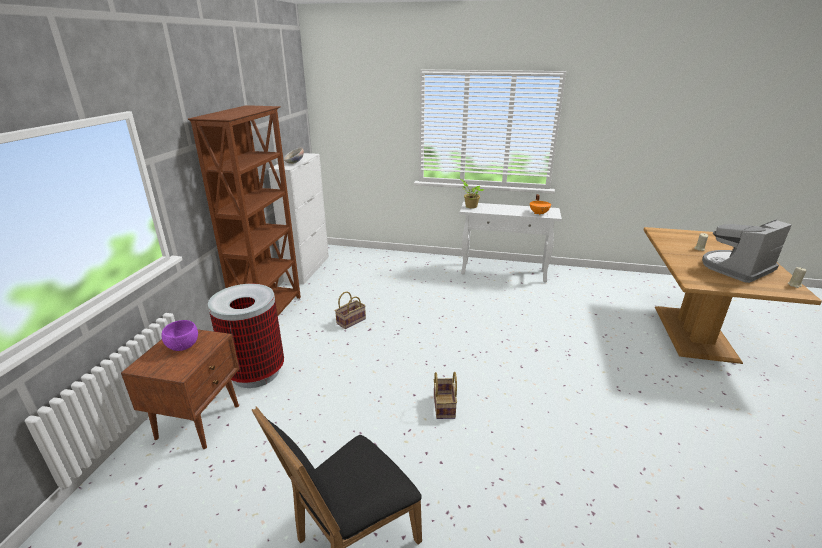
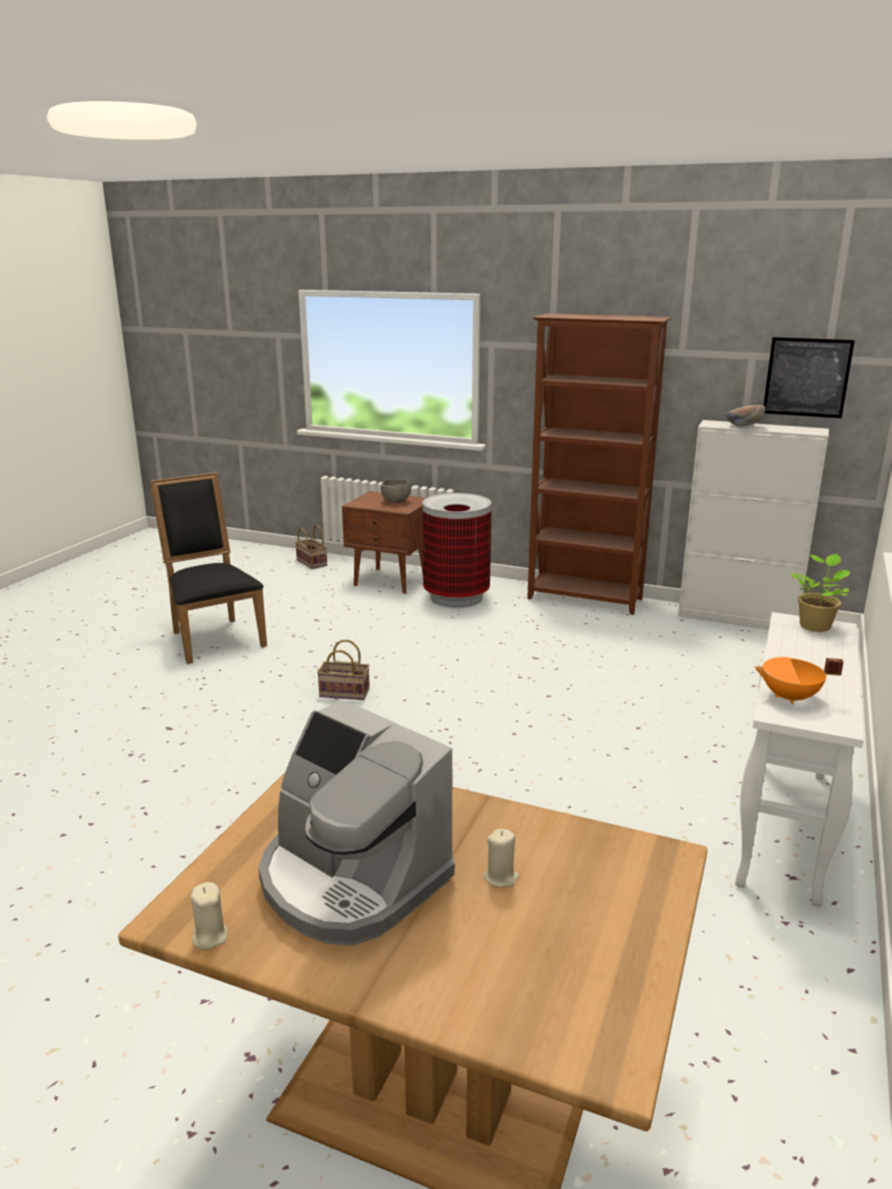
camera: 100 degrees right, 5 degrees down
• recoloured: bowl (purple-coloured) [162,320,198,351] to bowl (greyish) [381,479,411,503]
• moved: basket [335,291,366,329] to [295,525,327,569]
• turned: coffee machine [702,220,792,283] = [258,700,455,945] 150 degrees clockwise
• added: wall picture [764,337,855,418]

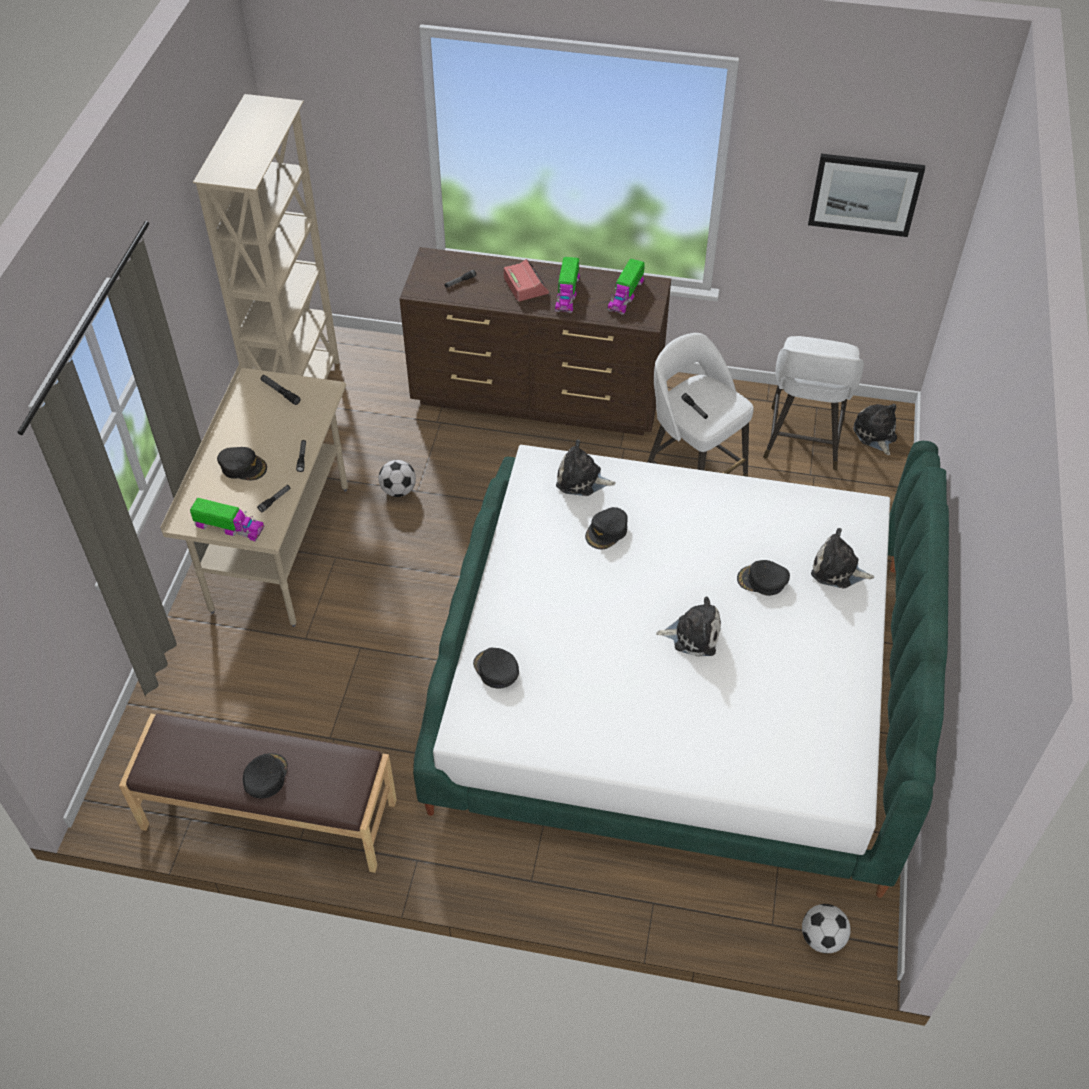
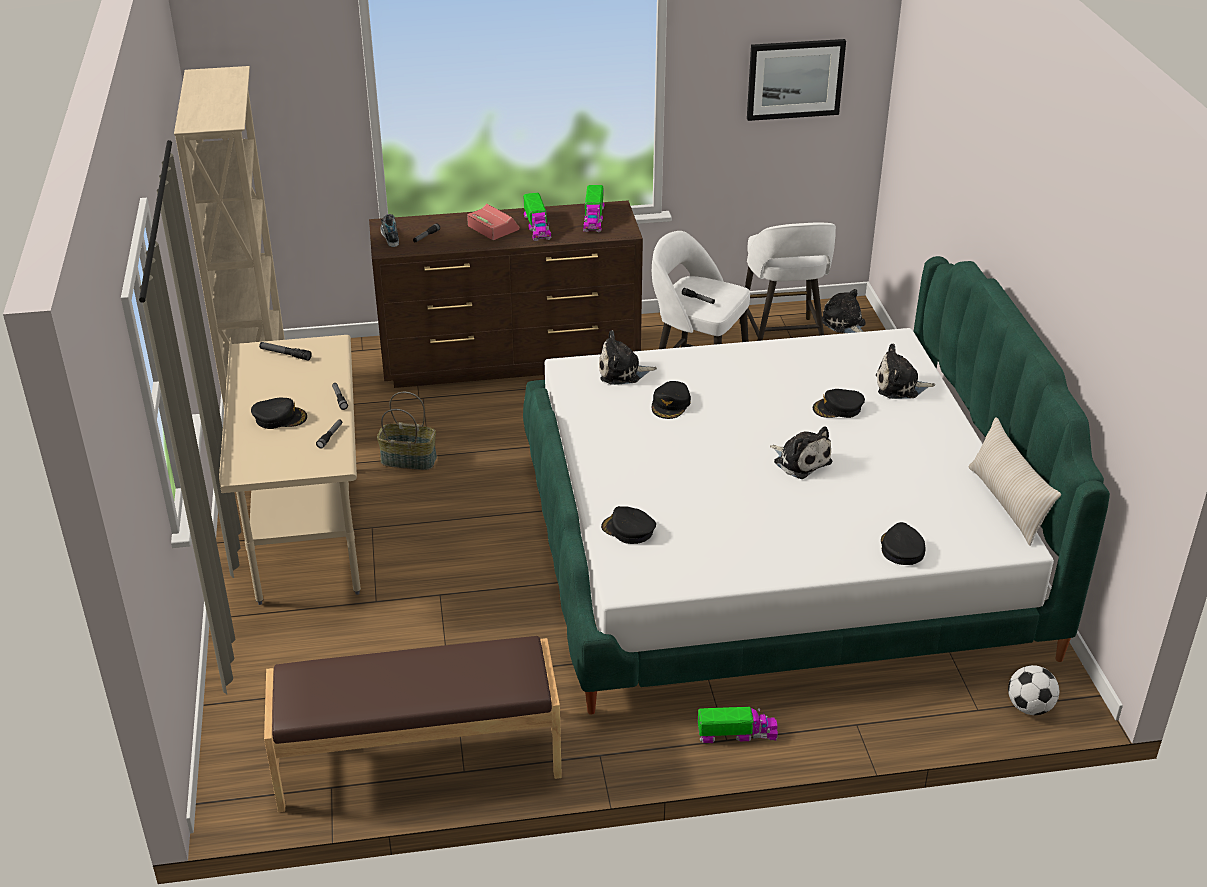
camera: 20 degrees left, 15 degrees down
• moved: toy lorry [190,498,265,542] to [698,707,778,743]
• moved: baseball cap (blackish) [243,753,288,798] to [881,522,926,565]
• replaced: football [379,460,416,497] to basket [377,392,437,470]
• turned: soft toy [656,597,721,657] = [770,426,832,479] 60 degrees clockwise
• added: item of footwear [381,214,399,247]
• added: cushion (beige) [969,417,1061,546]

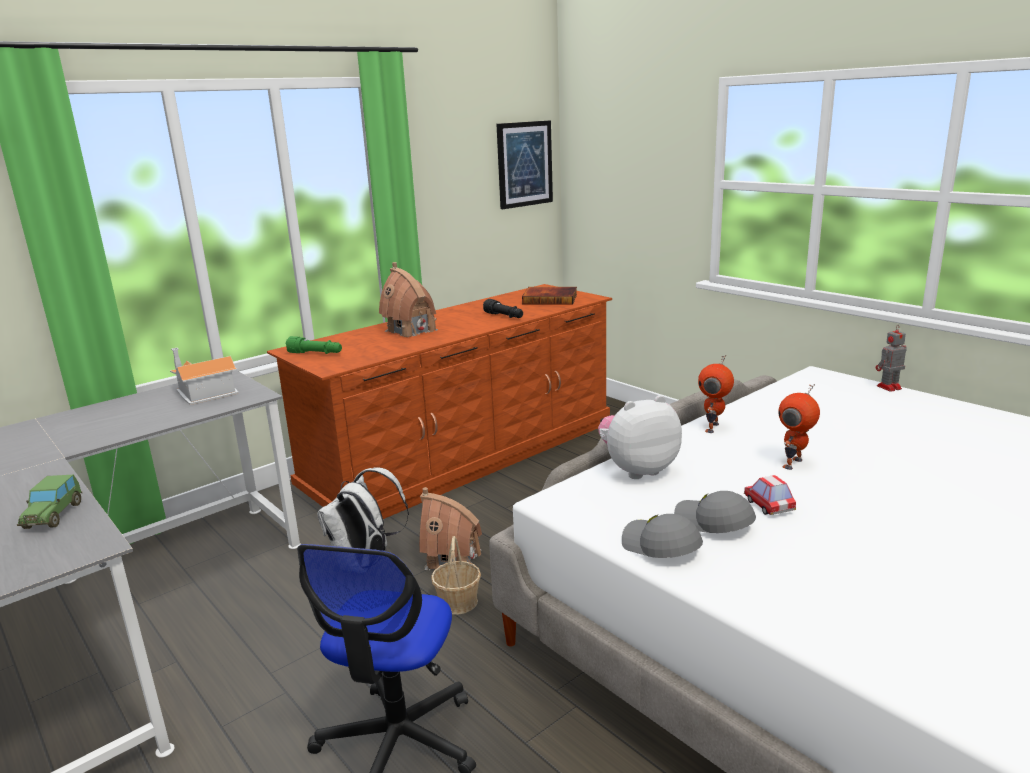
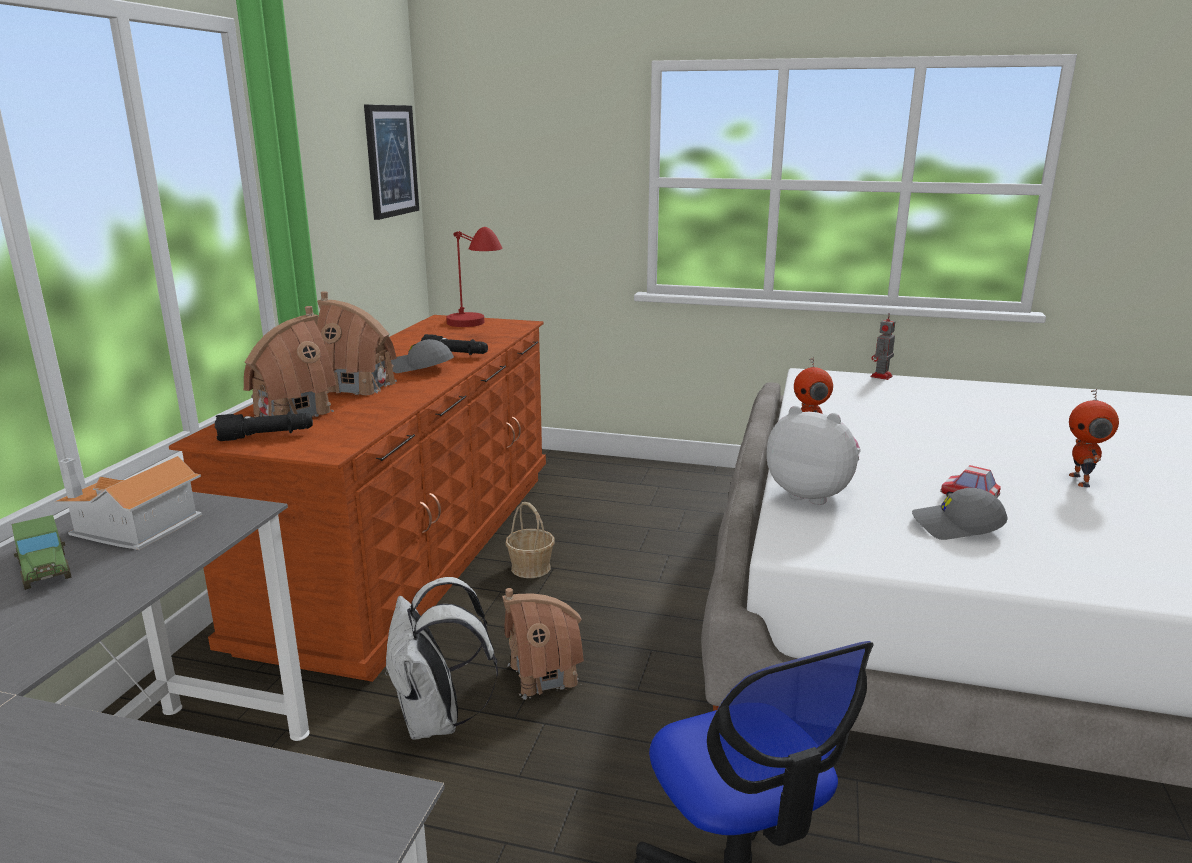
camera: 35 degrees left, 0 degrees up
• moved: model car [17,475,82,529] to [12,515,72,590]
• recoloured: flashlight (greenish) [286,336,342,354] to flashlight (blackish) [215,412,313,441]
• moved: basket [431,536,481,615] to [506,502,555,578]
• replaced: bound book [522,287,577,305] to tabletop lamp (red-coloured) [446,227,503,327]
• turned: soft toy [598,395,682,479] = [766,406,861,505] 90 degrees clockwise
• moved: baseball cap (greyish) [622,514,703,558] to [391,339,454,373]
• moved: model robot [778,384,820,470] to [1069,388,1119,487]
• added: model house [244,306,336,417]

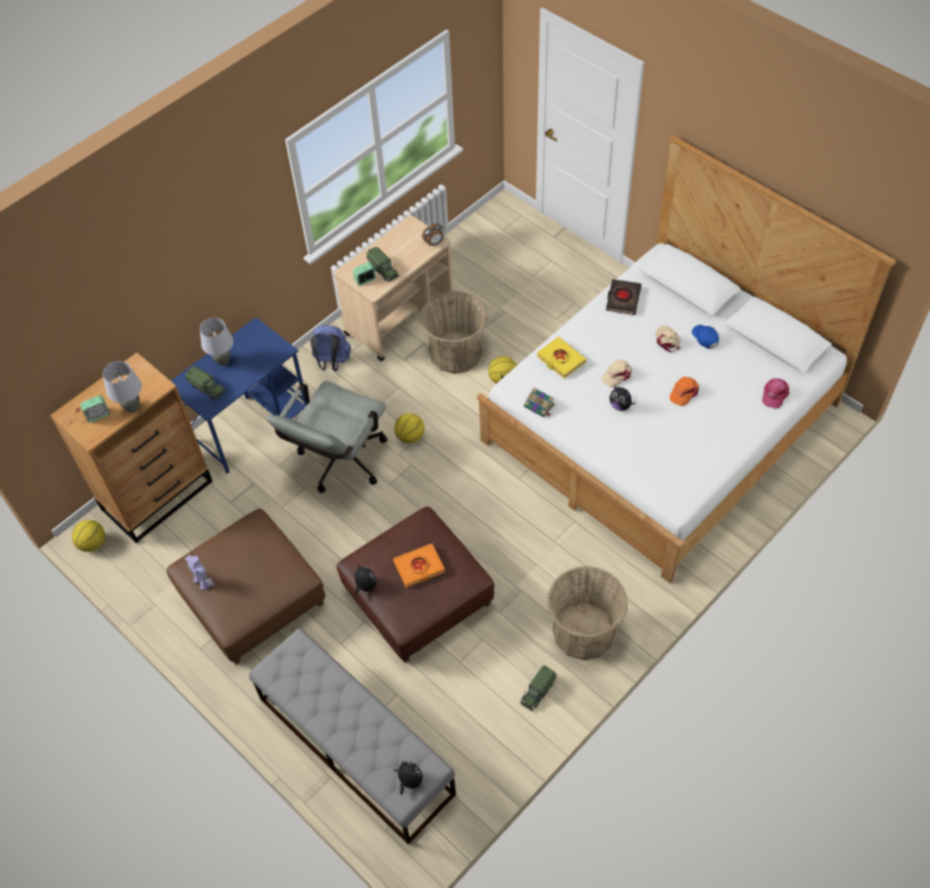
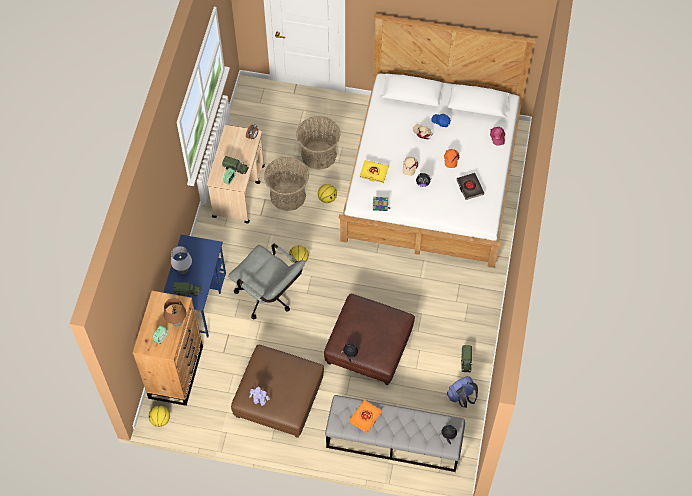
camera: 35 degrees left, 5 degrees up
• recoloured: tabletop lamp (greyish) [103,361,142,413] to tabletop lamp (brown) [164,298,186,327]
• turned: computer chair (greyish) [266,381,387,493] = [228,244,305,319] 45 degrees counterclockwise
• moved: rucksack (bluish) [310,325,351,371] to [447,376,478,408]
• moved: bound book (orange-coloured) [393,543,445,588] to [349,400,382,433]
• moved: basket [547,566,627,660] to [296,116,340,170]
• moved: bound book (blackish) [606,279,642,315] to [457,173,484,200]

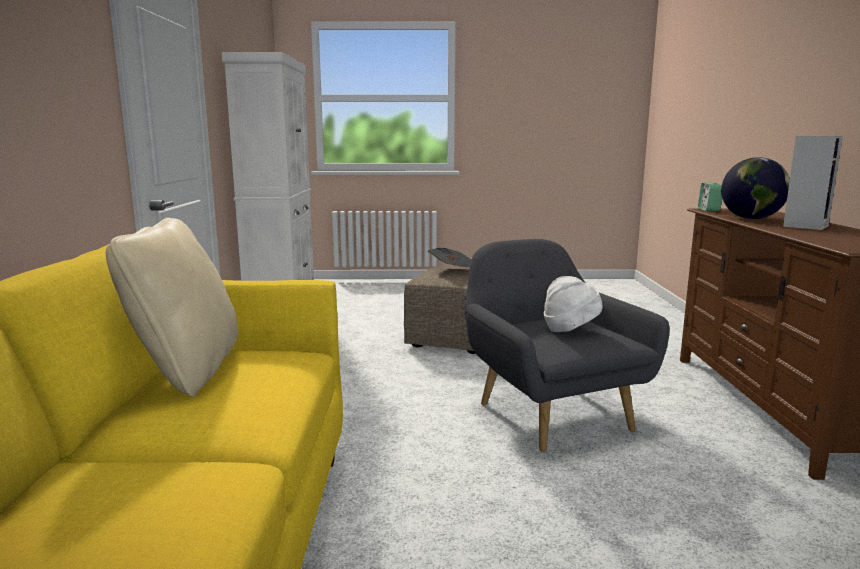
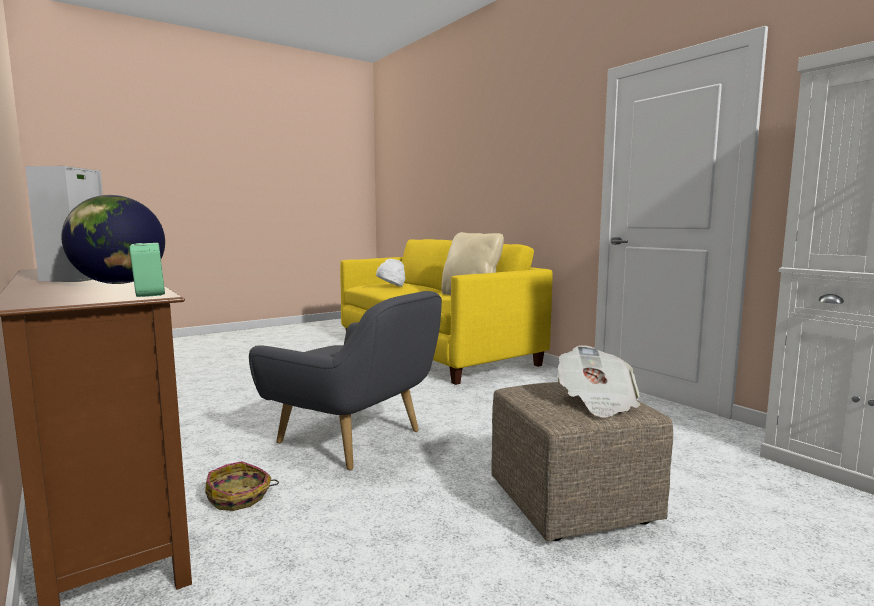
camera: 145 degrees right, 5 degrees down
• moved: wearable hat (whitish) [544,276,603,332] to [376,259,405,287]
• added: basket [205,461,279,511]

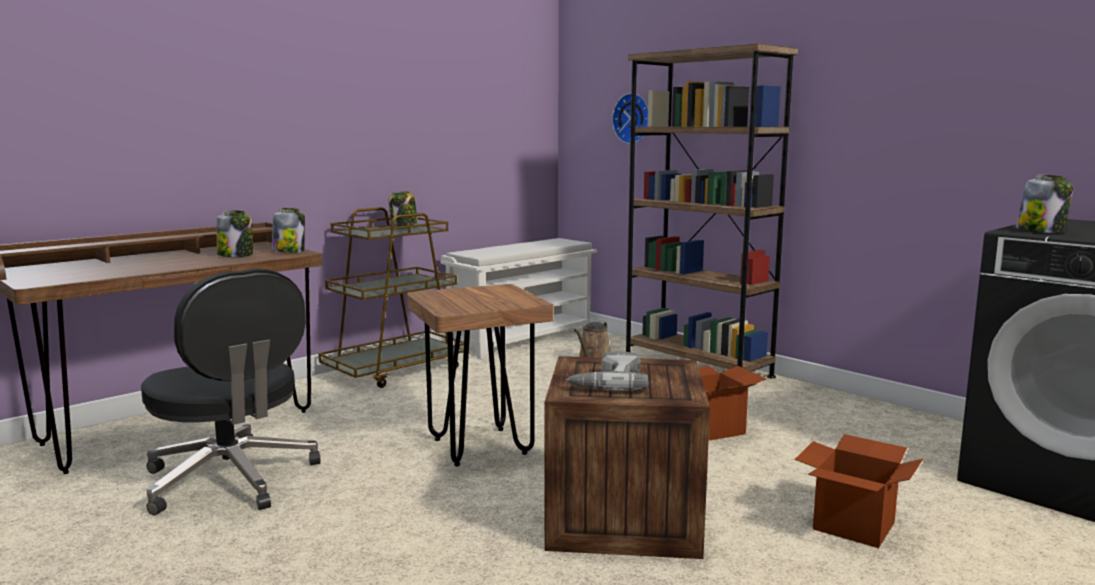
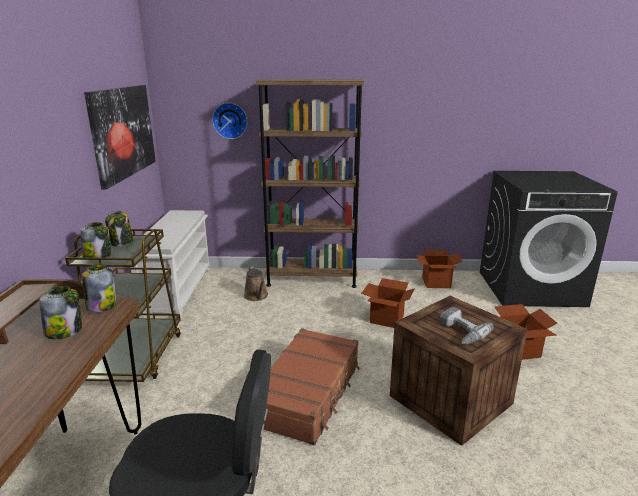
camera: 45 degrees left, 10 degrees up
• replaced: stool seat (brown) [407,284,553,466] to travel case (brown) [264,328,360,445]
• moved: preserve jar [1016,175,1073,233] to [80,222,111,258]
• added: wall picture [84,85,156,189]
• added: cardboard box [416,249,462,288]

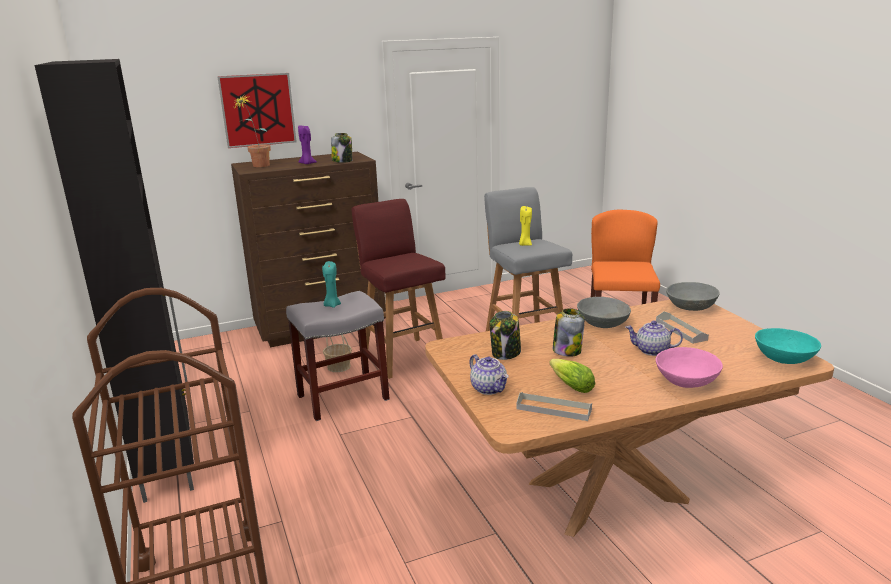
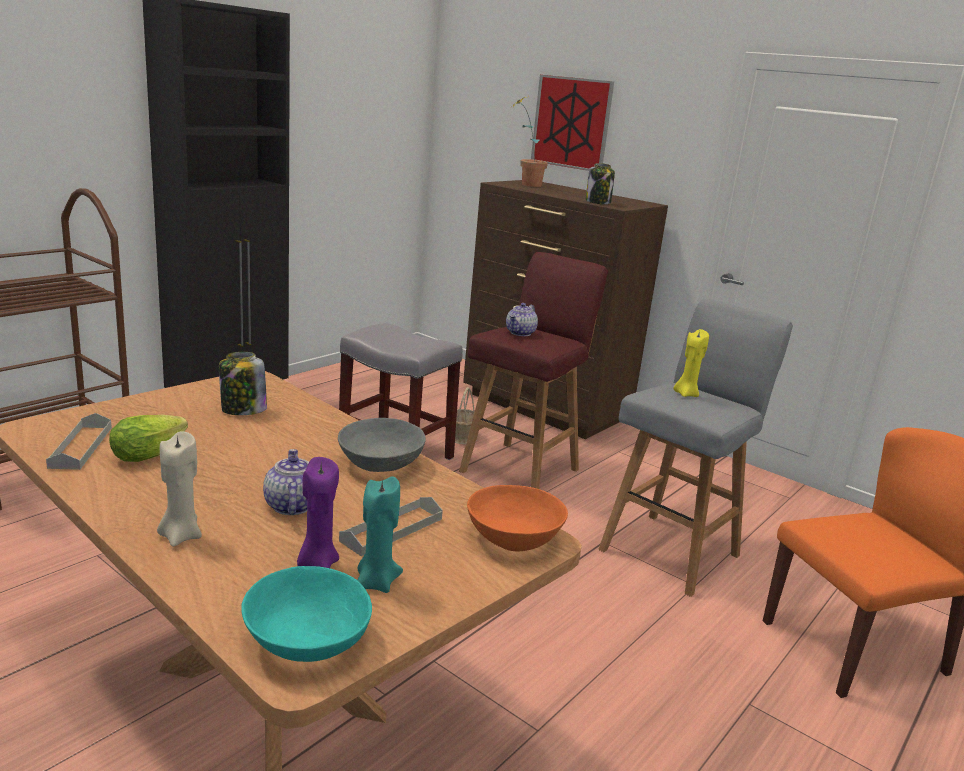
camera: 60 degrees right, 0 degrees up
• moved: wax candle (purple-coloured) [298,125,317,164] to [297,457,339,568]
• moved: wax candle (turquoise-coloured) [322,261,341,308] to [357,476,403,593]
• moved: tea pot [469,354,509,395] to [506,303,538,336]
• removed: preserve jar [553,308,585,357]
• replaced: bowl (pink-coloured) [656,347,723,388] to wax candle (beige) [157,431,202,547]
• recoloured: bowl (greyish) [666,282,720,311] to bowl (orange-coloured) [467,485,568,551]

